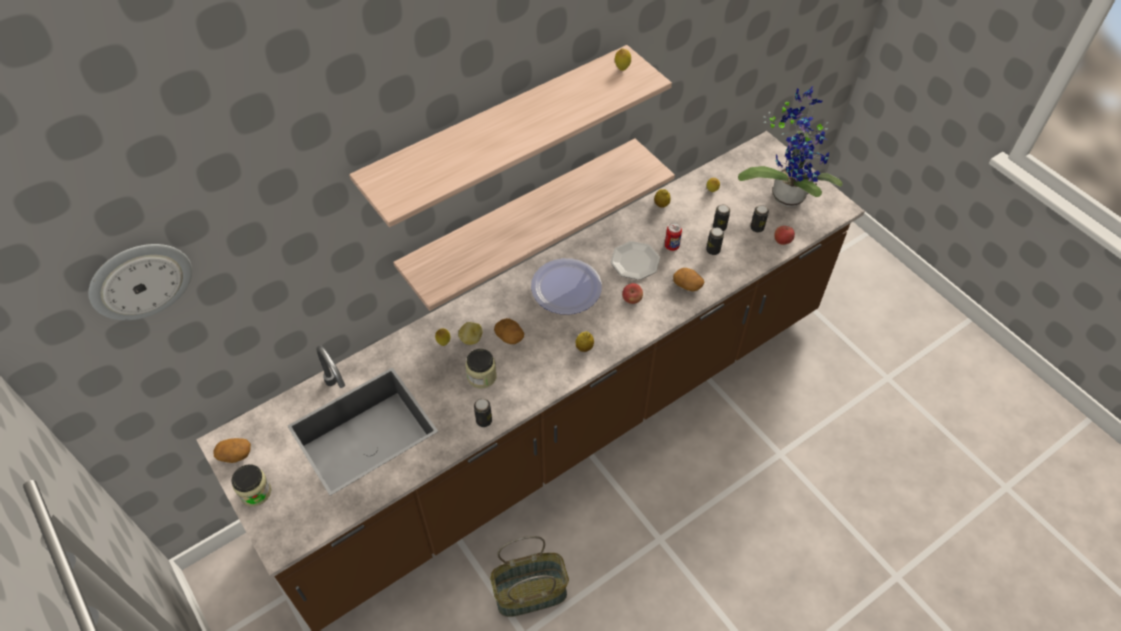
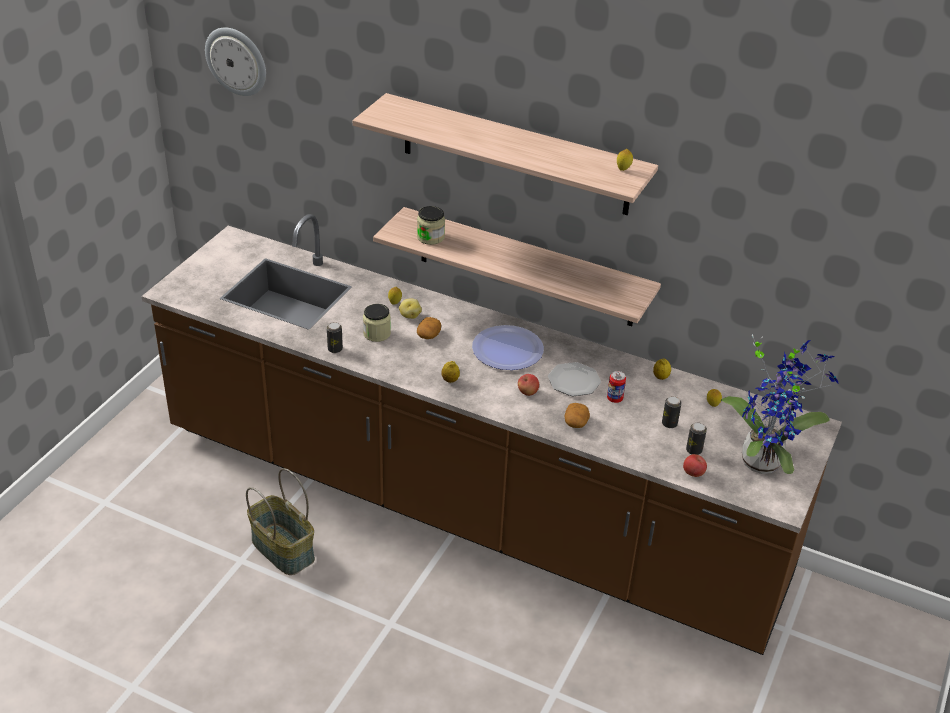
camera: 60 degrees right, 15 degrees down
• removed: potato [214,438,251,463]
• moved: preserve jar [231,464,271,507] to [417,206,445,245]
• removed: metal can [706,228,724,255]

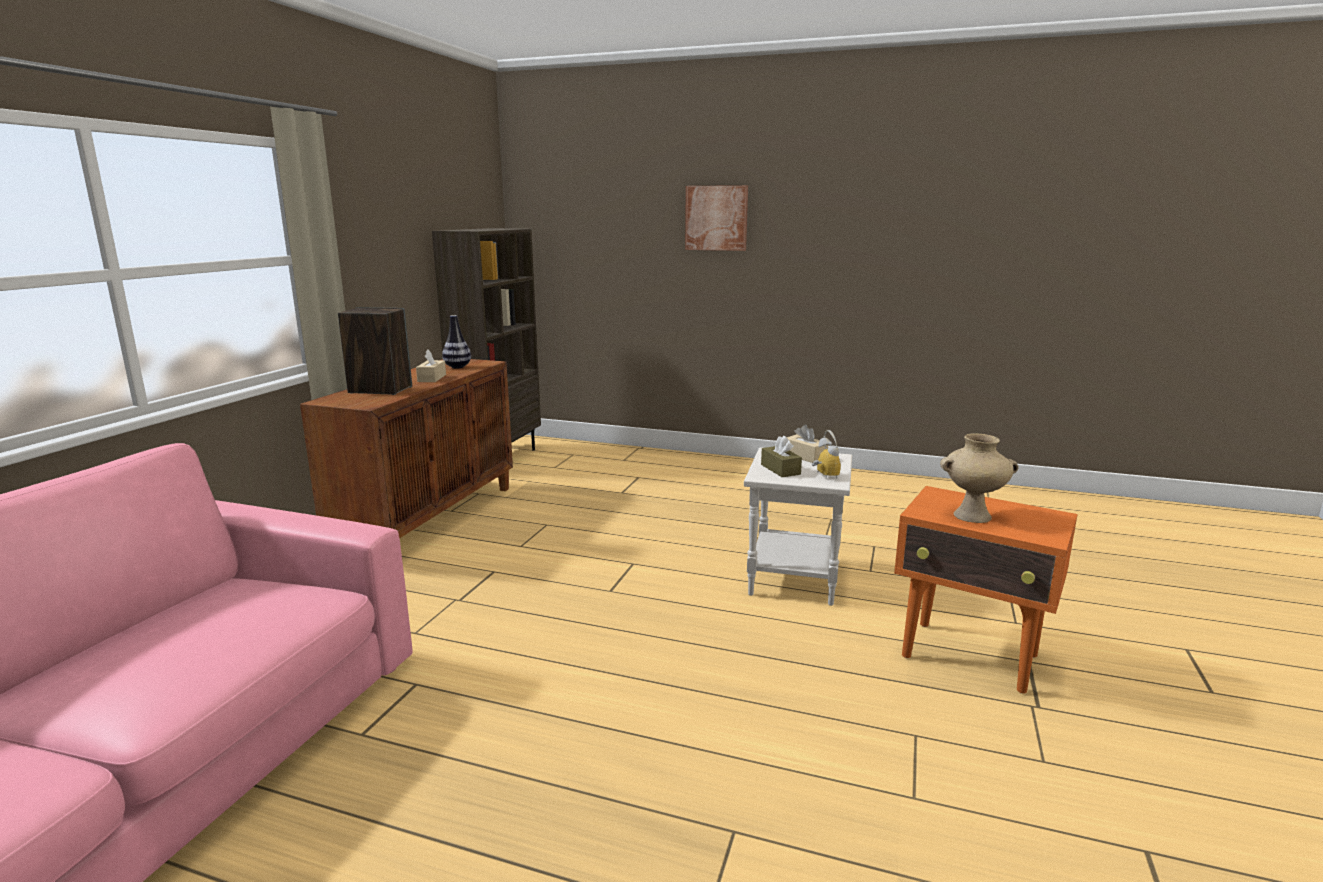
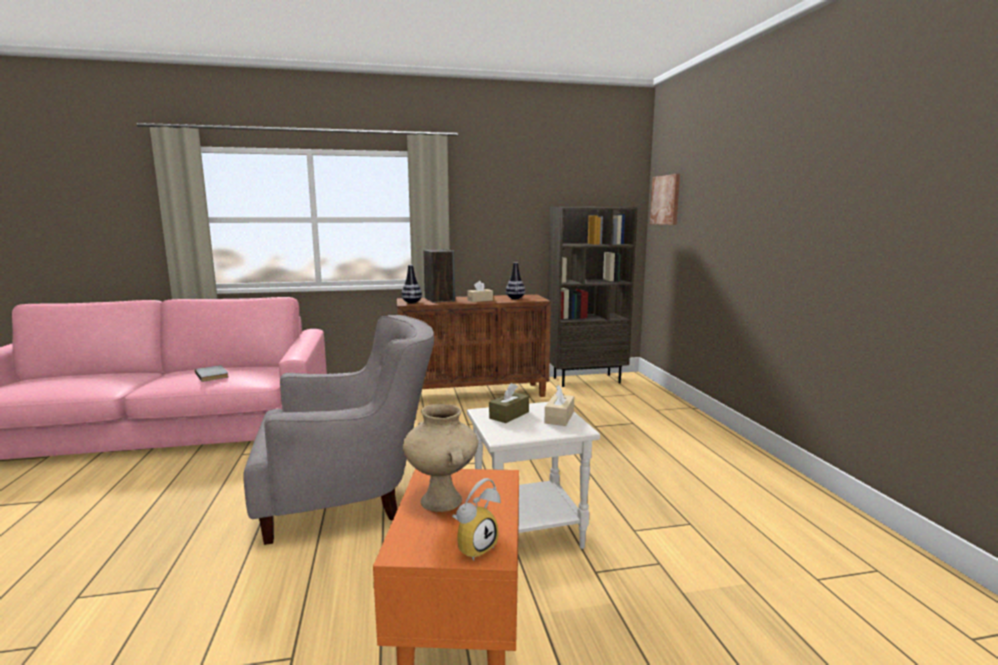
camera: 60 degrees right, 5 degrees down
• moved: wall picture [685,185,748,251] to [650,174,680,225]
• moved: bedside clock [812,430,841,478] to [452,478,501,561]
• added: bound book (greyish) [195,365,229,382]
• added: armchair (greyish) [243,315,434,545]
• added: vase [401,265,422,304]

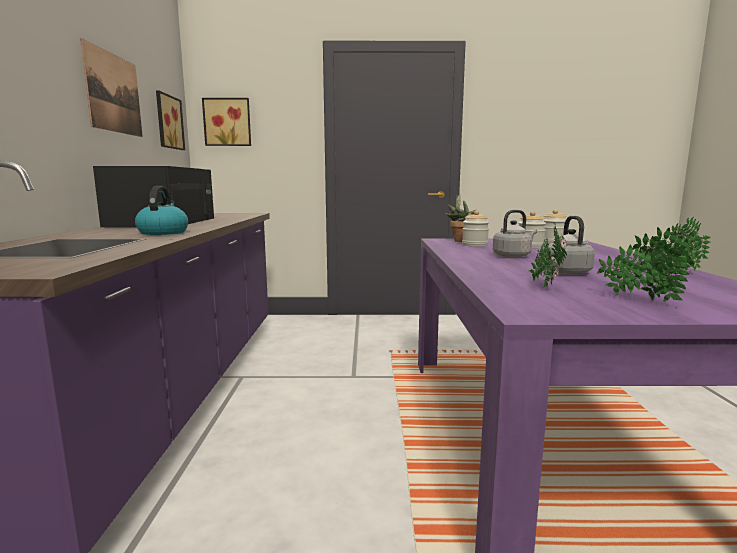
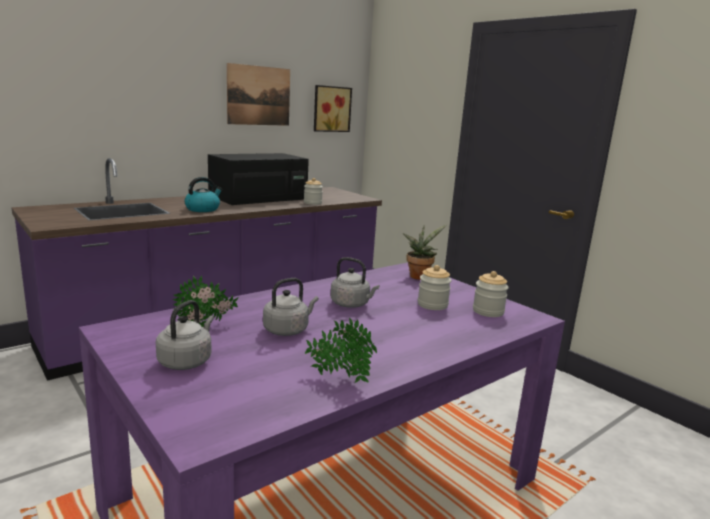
camera: 50 degrees right, 5 degrees up
• removed: wall picture [202,98,251,146]
• moved: preserve jar [462,210,489,247] to [304,178,323,205]
• replaced: houseplant [596,227,694,302] to tea kettle (greyish) [156,300,214,370]

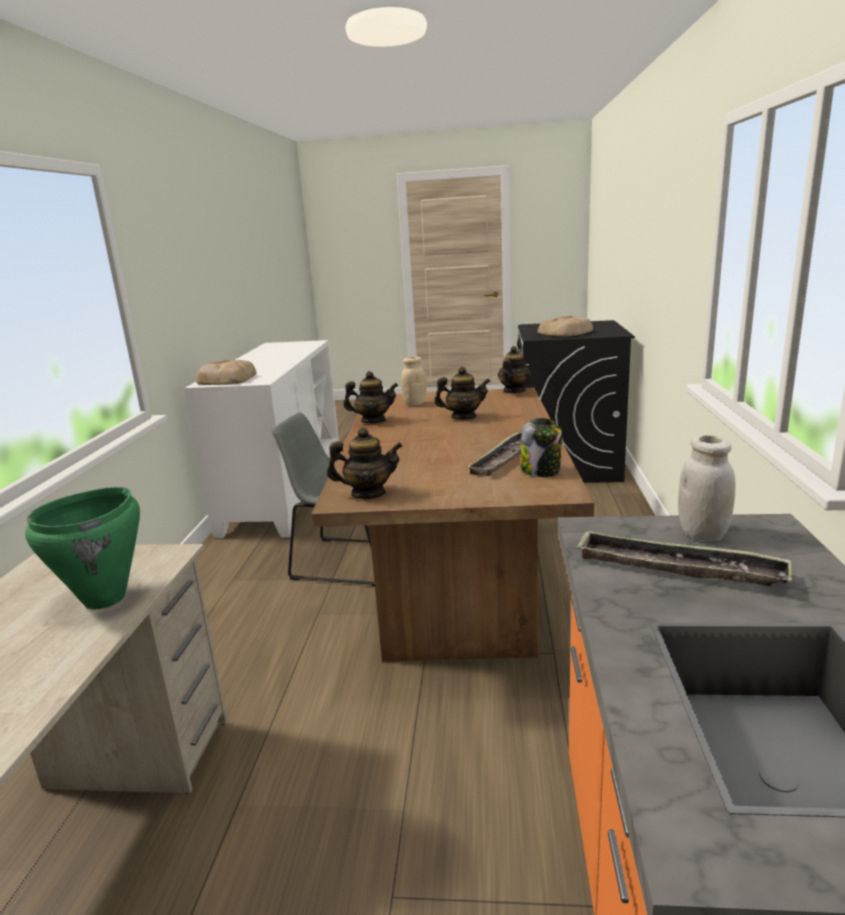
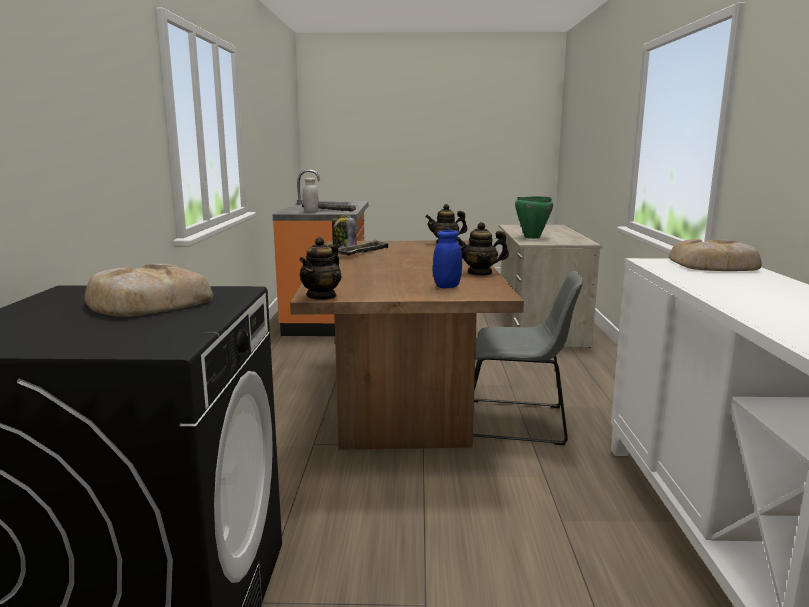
camera: 175 degrees right, 5 degrees down
• recoloured: preserve jar (beige) [401,357,427,406] to preserve jar (bluish) [433,230,462,288]
• removed: tea pot [434,367,491,420]

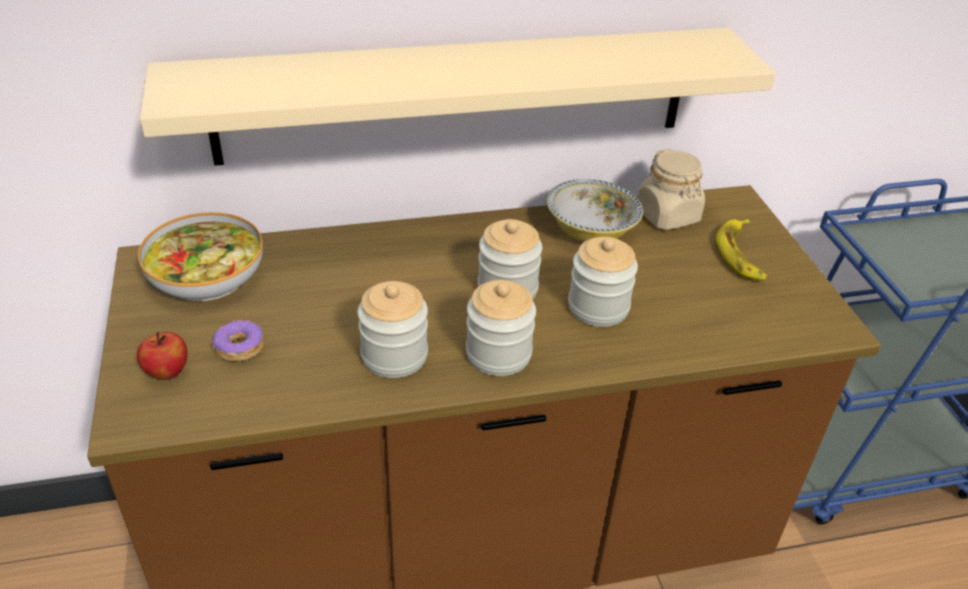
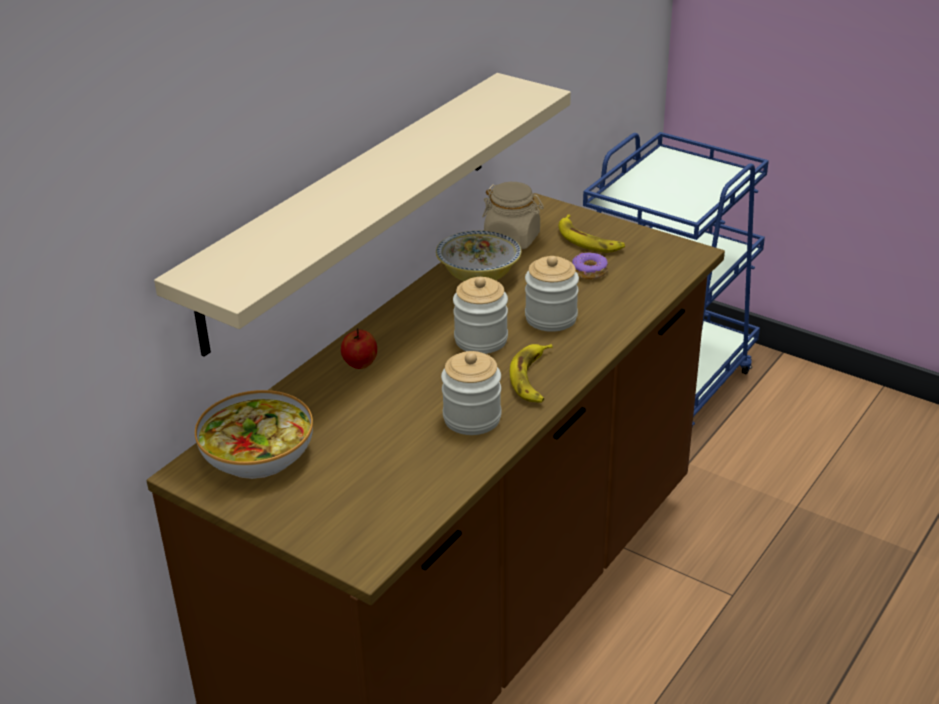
camera: 40 degrees left, 5 degrees down
• moved: whole apple [137,332,188,380] to [341,328,377,369]
• moved: ring doughnut [213,320,264,362] to [572,252,608,280]
• replaced: preserve jar [466,280,536,376] to banana [510,344,553,403]

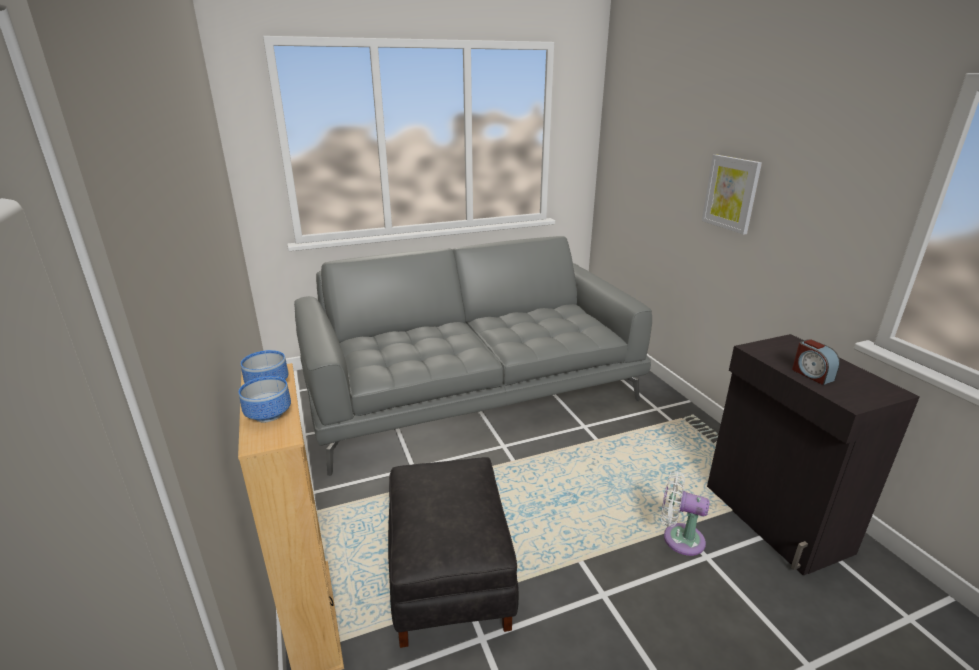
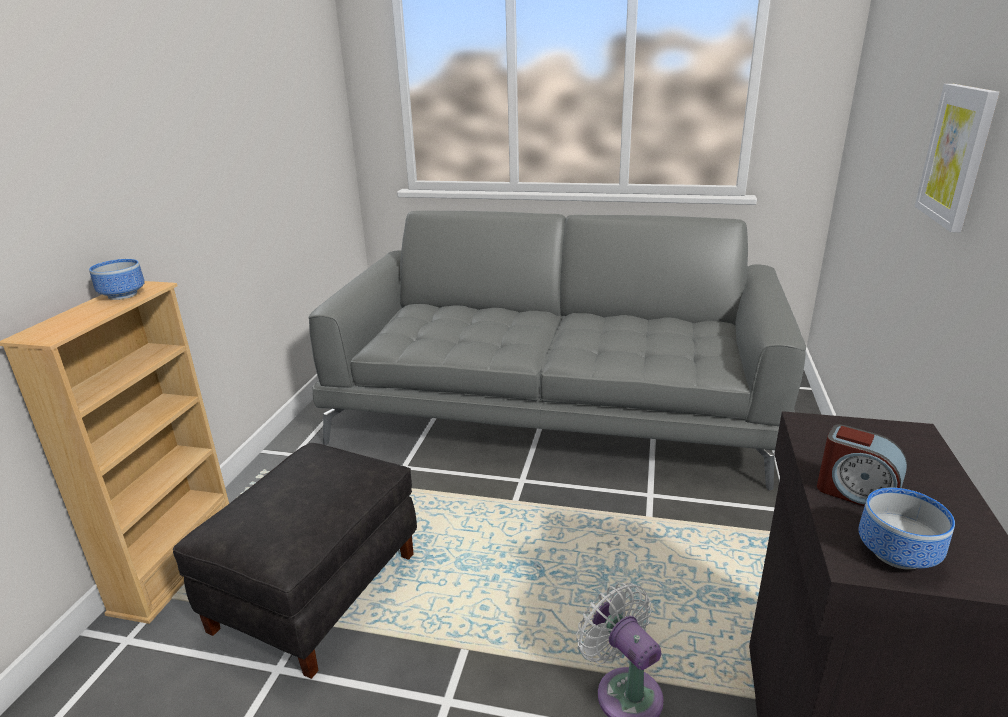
camera: 35 degrees right, 0 degrees up
• moved: bowl [238,376,291,422] to [859,488,955,570]
• turned: bedside clock [792,339,840,385] = [817,424,907,506] 60 degrees counterclockwise

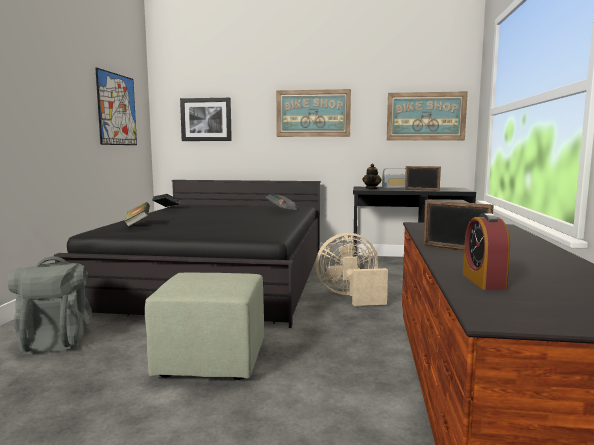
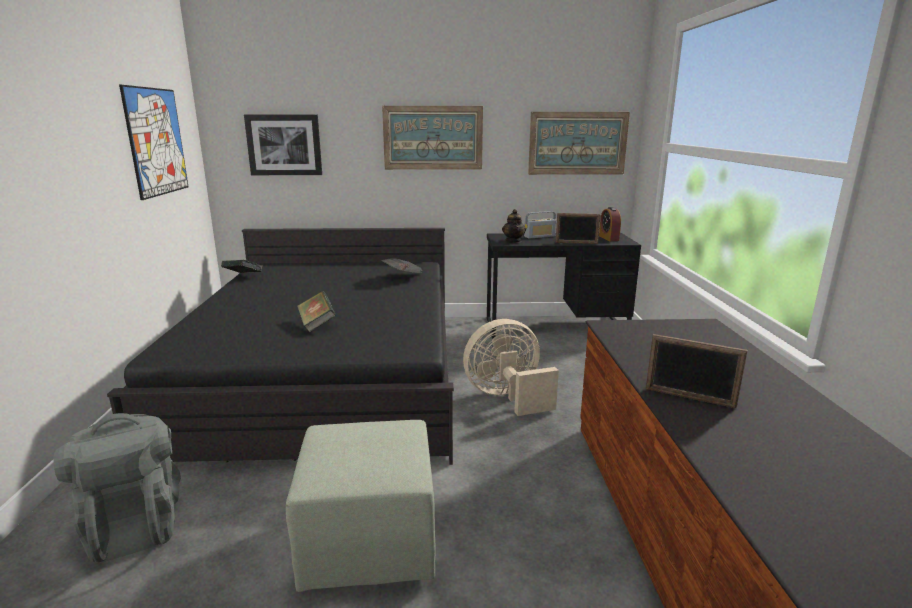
camera: 10 degrees left, 10 degrees up
• moved: bound book [124,202,150,227] to [297,291,336,332]
• moved: bedside clock [463,214,510,290] to [599,207,621,241]

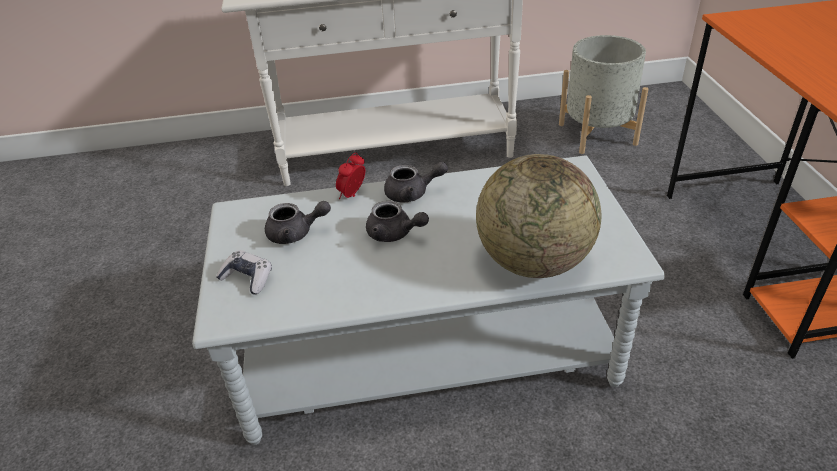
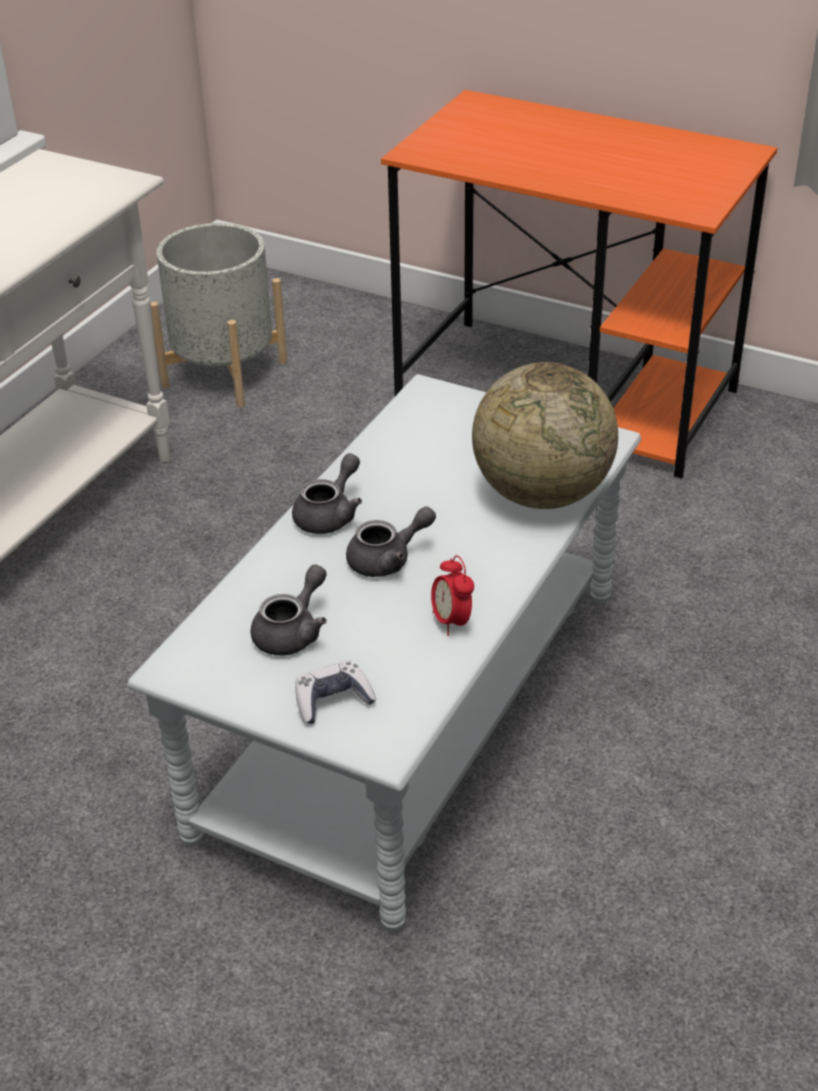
camera: 55 degrees left, 0 degrees up
• moved: bedside clock [336,153,365,199] to [431,555,474,636]

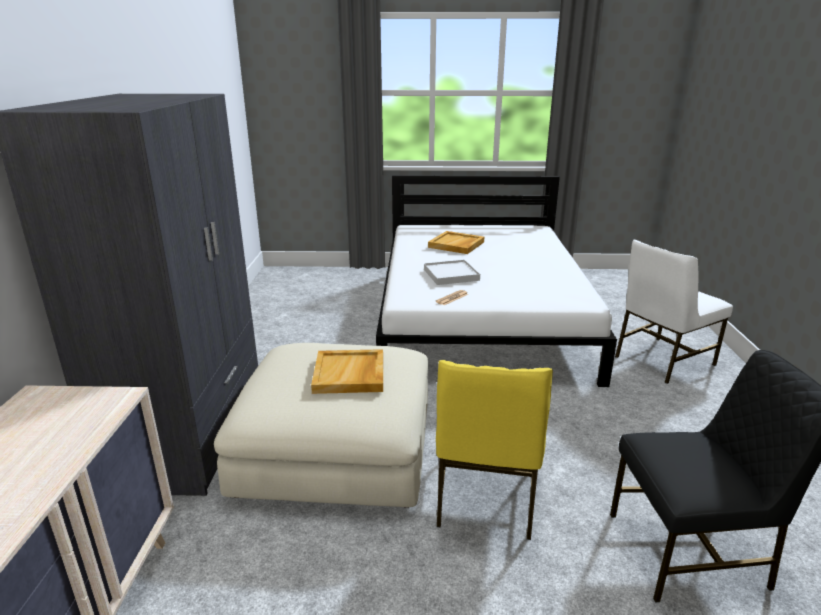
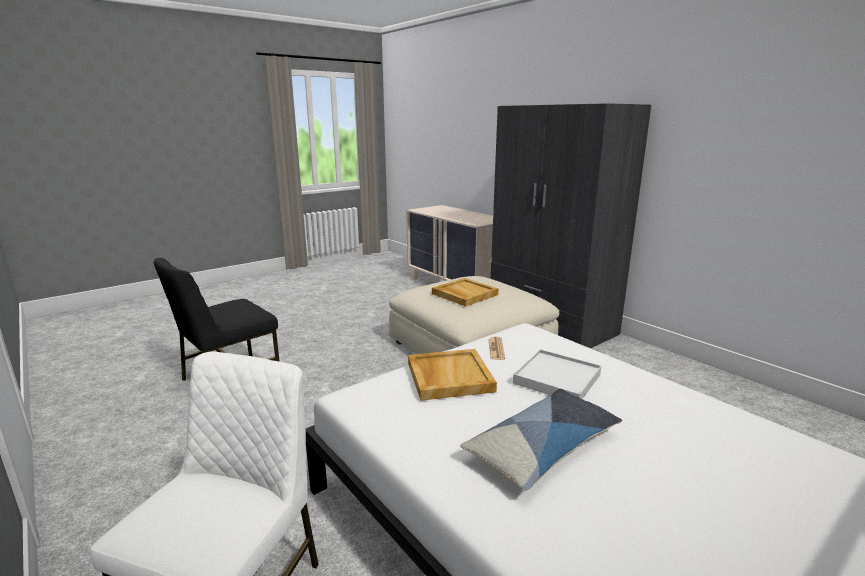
camera: 140 degrees right, 5 degrees down
• moved: tray (beige) [428,231,484,254] to [408,349,497,401]
• removed: chair (yellow) [436,360,553,540]
• added: cushion [460,389,622,491]

